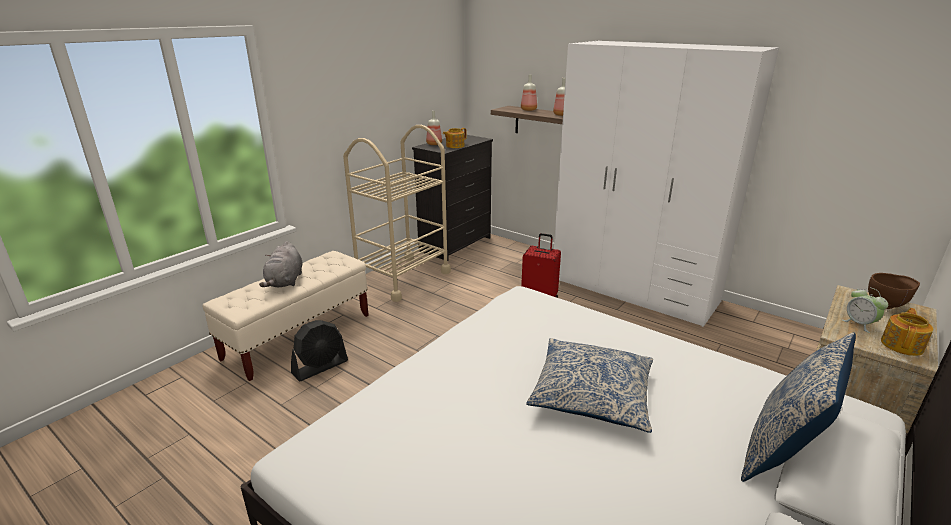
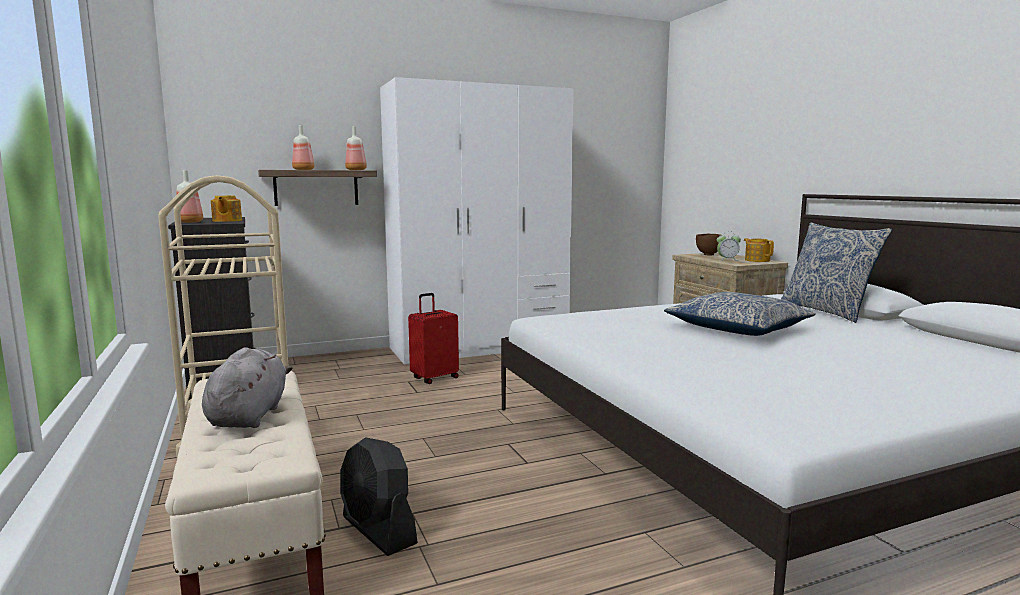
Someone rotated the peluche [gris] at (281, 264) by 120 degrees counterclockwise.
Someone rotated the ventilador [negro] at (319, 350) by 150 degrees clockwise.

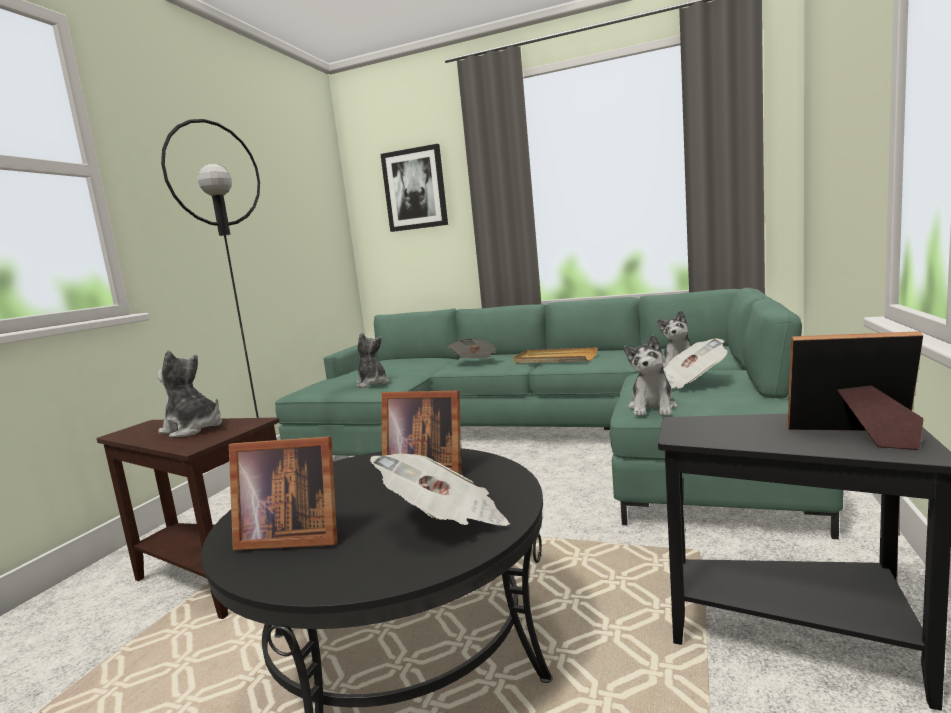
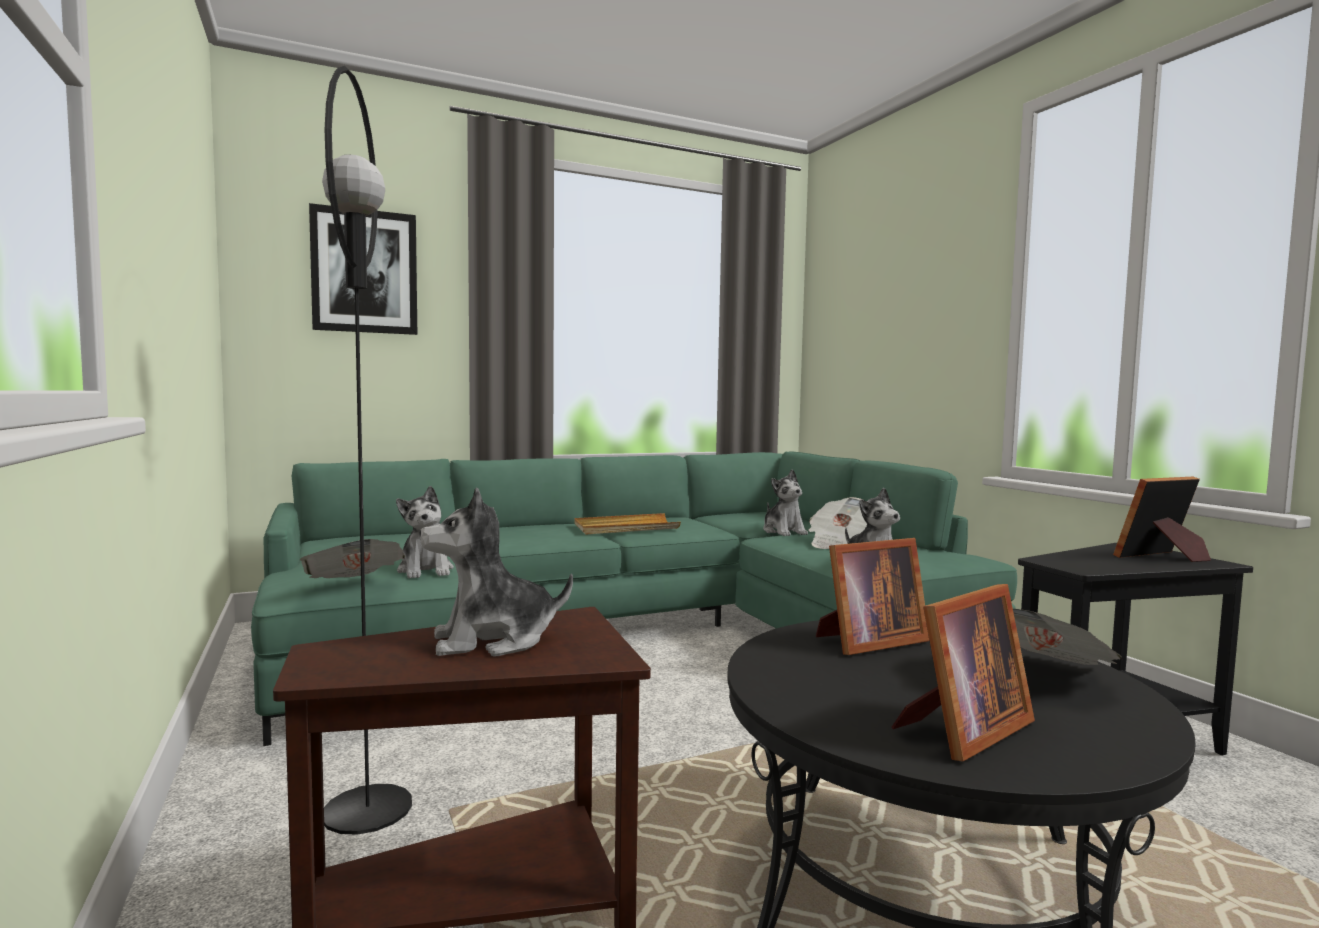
Someone rotated the peluche at (372, 360) by 135 degrees counterclockwise.
Someone carried the periódico from (472, 348) to (353, 558).

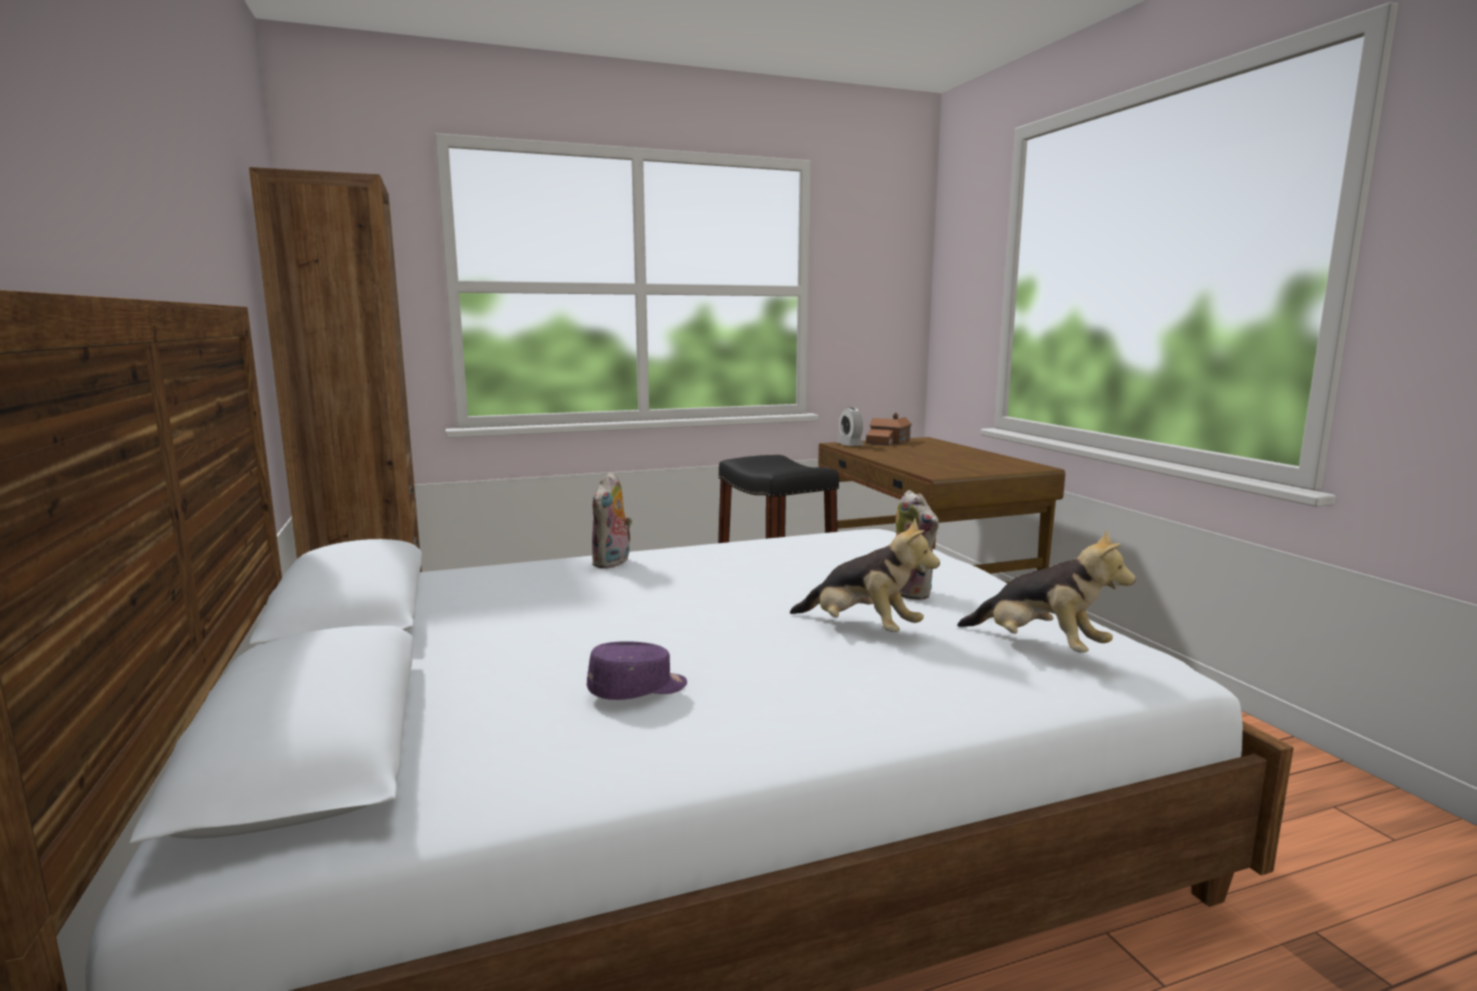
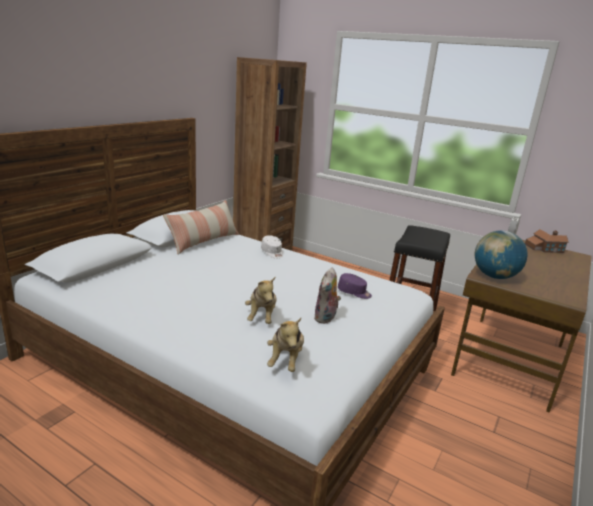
Someone swapped the peluche at (612, 520) for the gorra [blanco] at (272, 246).
Someone carried the gorra [morado] from (637, 670) to (355, 286).
Someone put down the cojín at (201, 227).
Someone put down the globo terráqueo at (501, 254).

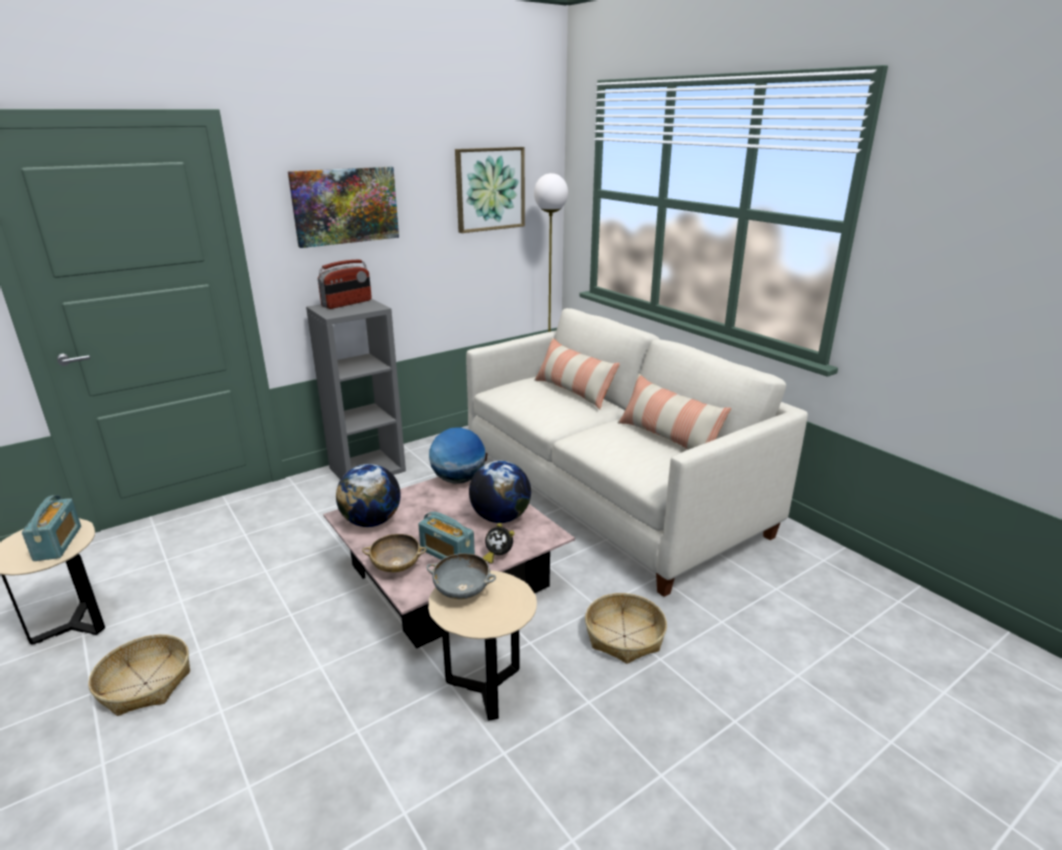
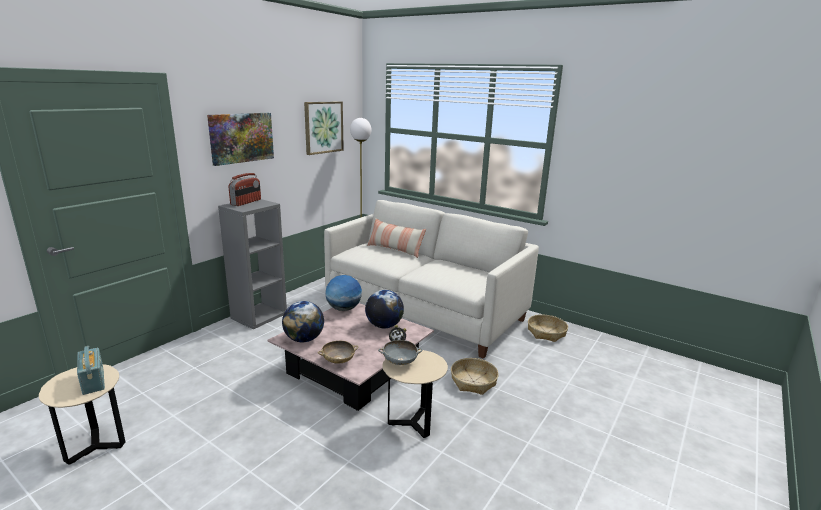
Someone took away the cojín at (674, 412).
Someone took away the radio at (446, 536).
Someone carried the cesta from (139, 675) to (548, 328).

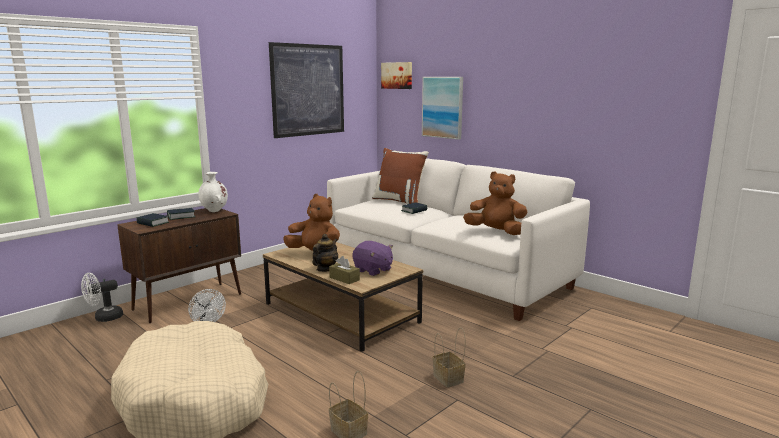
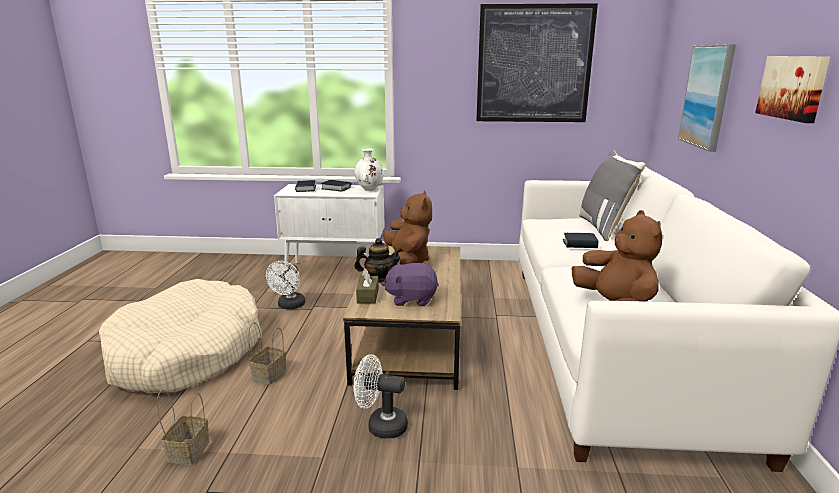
Someone carried the cuadro from (396, 75) to (792, 89).
Someone repainted the cojín [marrón] at (400, 176), which became the cojín [gris] at (612, 195).
Someone repainted the armario [marrón] at (179, 265), which became the armario [blanco] at (329, 225).
Someone rotated the peluche [morado] at (372, 258) by 90 degrees clockwise.
Someone carried the ventilador [blanco] from (102, 297) to (380, 396).
Someone carried the cesta from (449, 357) to (267, 353).

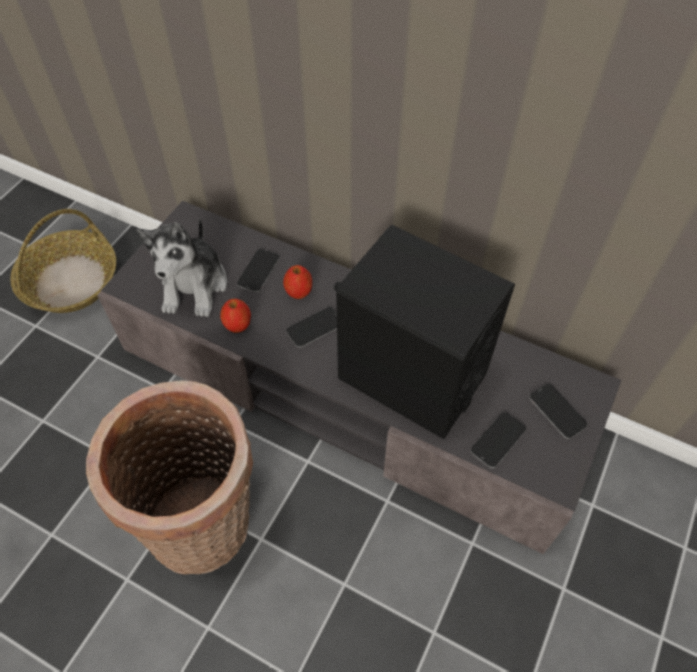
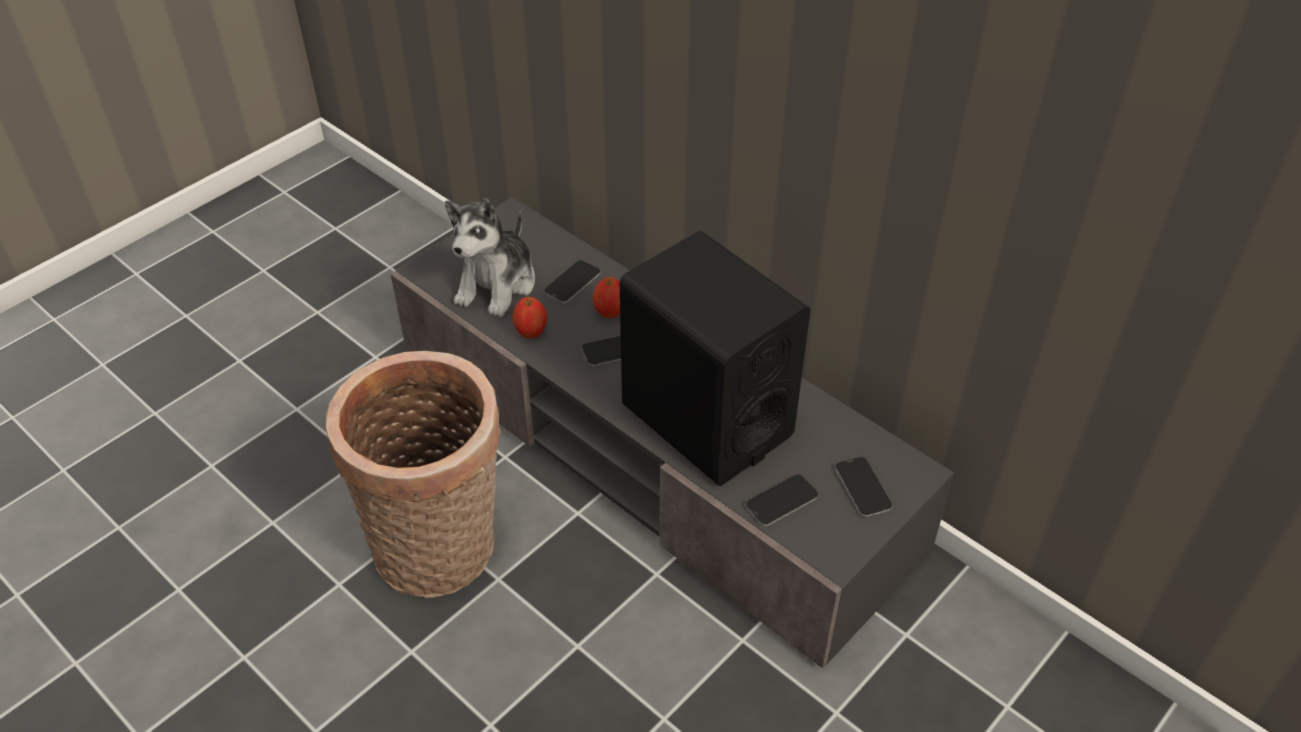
Someone took away the cesta at (63, 261).

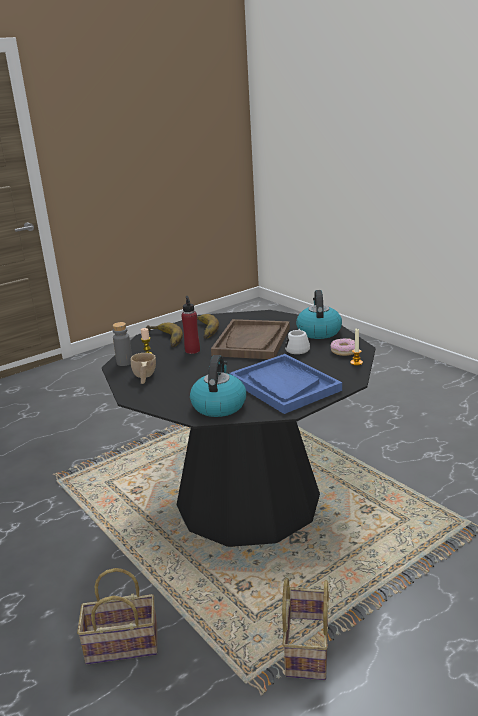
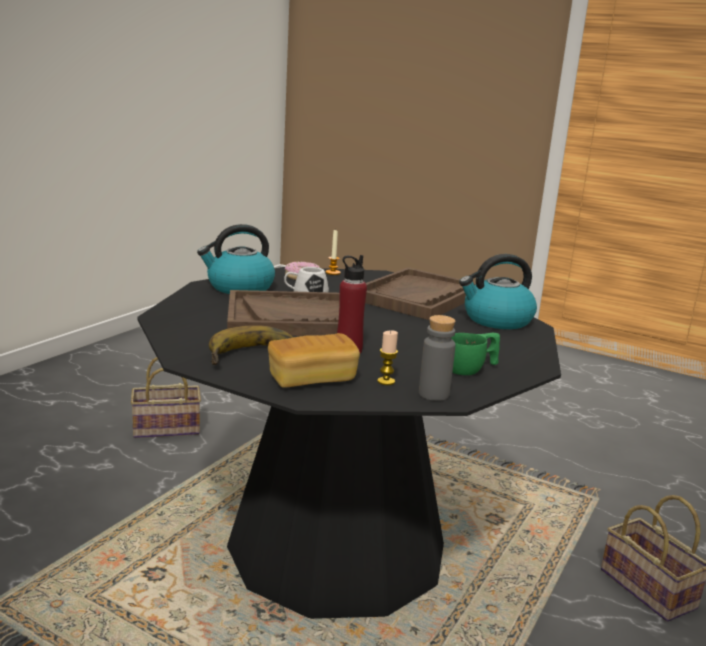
Someone swapped the plátano at (164, 335) for the pan at (314, 360).
Someone repainted the taza [beis] at (143, 368), which became the taza [verde] at (475, 354).
Someone repainted the bandeja [azul] at (285, 384), which became the bandeja [marrón] at (420, 294).
Someone carried the cesta from (305, 629) to (166, 397).

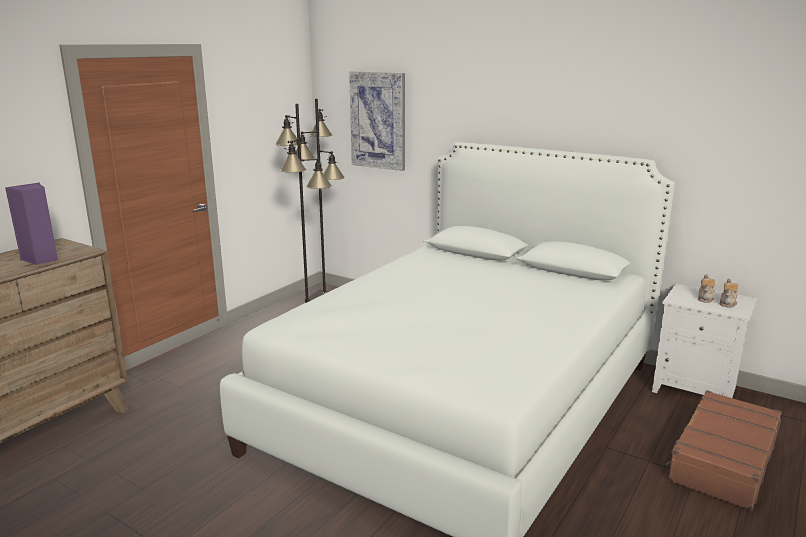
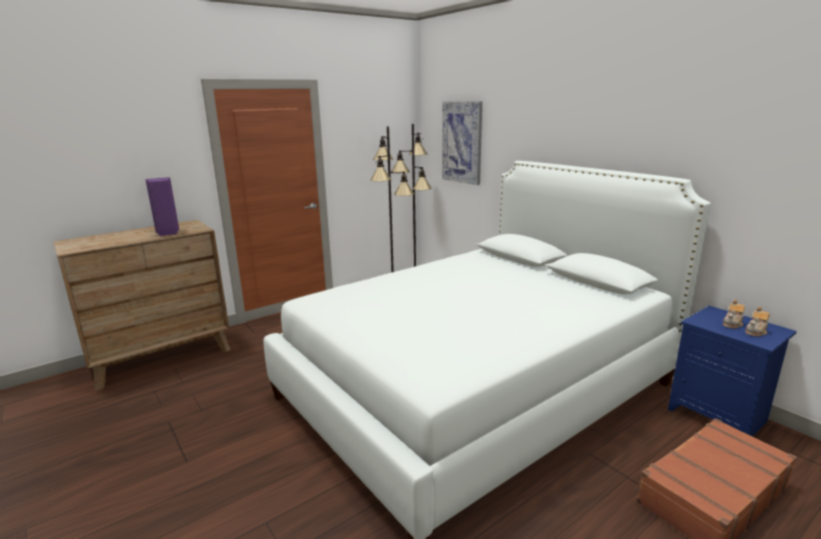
Someone repainted the mesita de noche [blanco] at (704, 340), which became the mesita de noche [azul] at (732, 371).

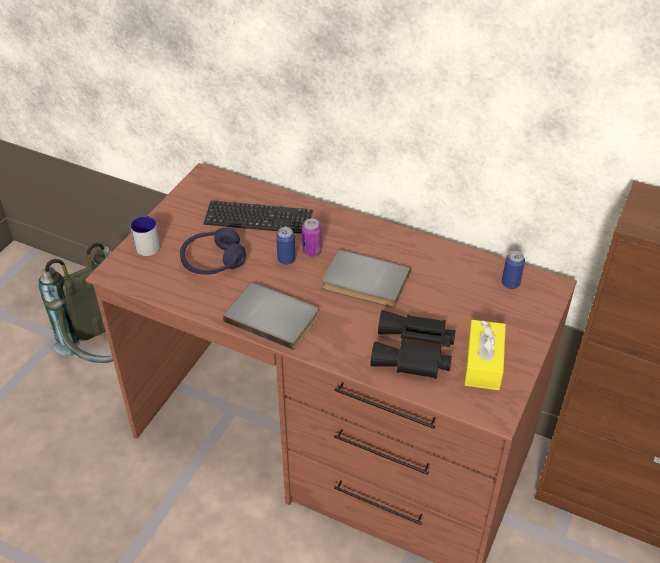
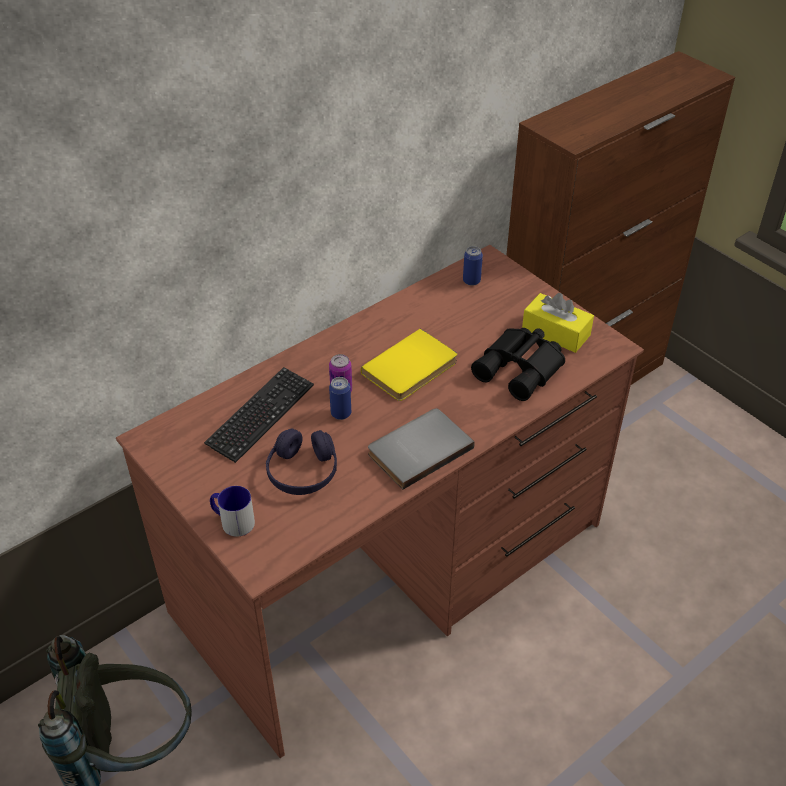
Someone repainted the libro [gris] at (366, 278), which became the libro [amarillo] at (409, 365).

